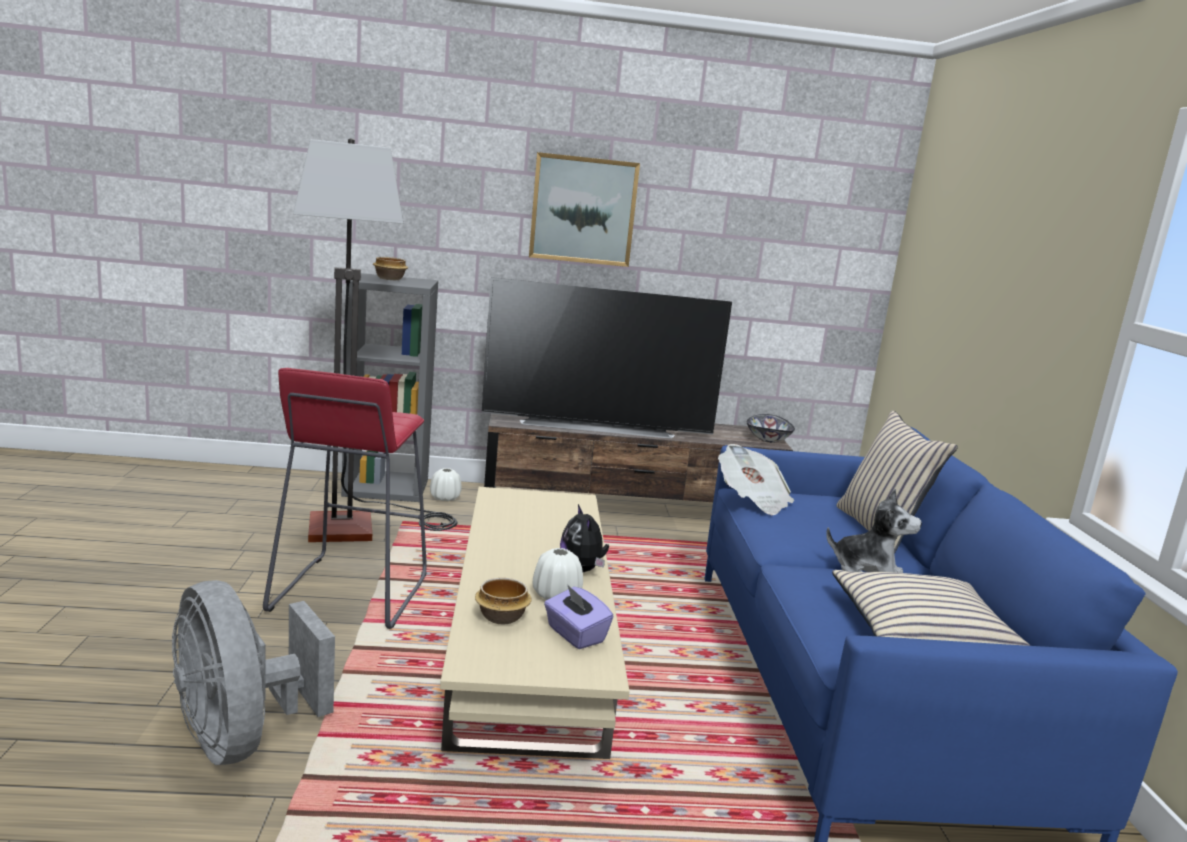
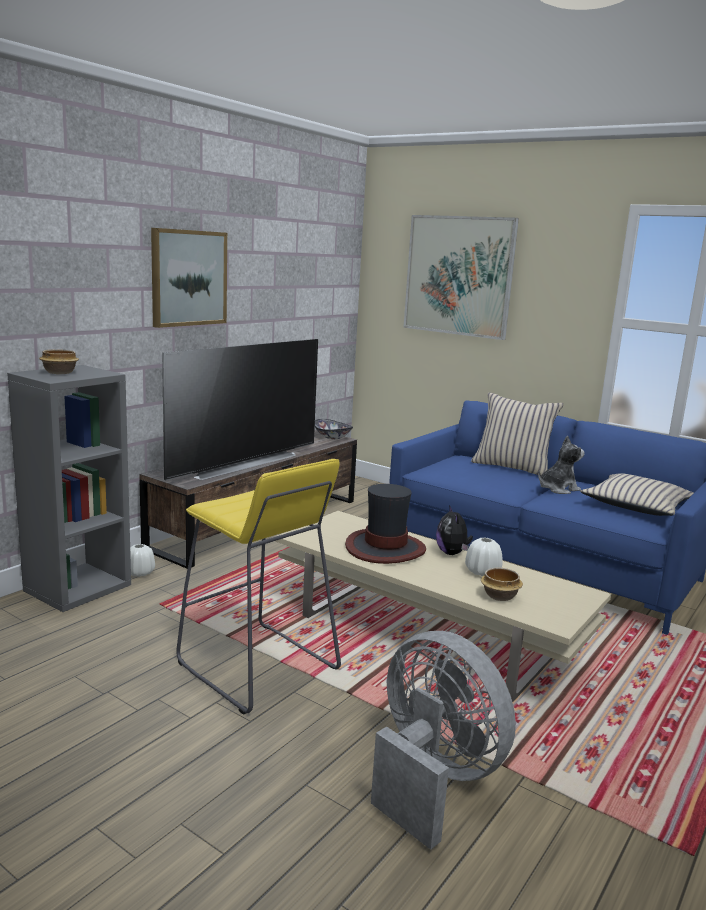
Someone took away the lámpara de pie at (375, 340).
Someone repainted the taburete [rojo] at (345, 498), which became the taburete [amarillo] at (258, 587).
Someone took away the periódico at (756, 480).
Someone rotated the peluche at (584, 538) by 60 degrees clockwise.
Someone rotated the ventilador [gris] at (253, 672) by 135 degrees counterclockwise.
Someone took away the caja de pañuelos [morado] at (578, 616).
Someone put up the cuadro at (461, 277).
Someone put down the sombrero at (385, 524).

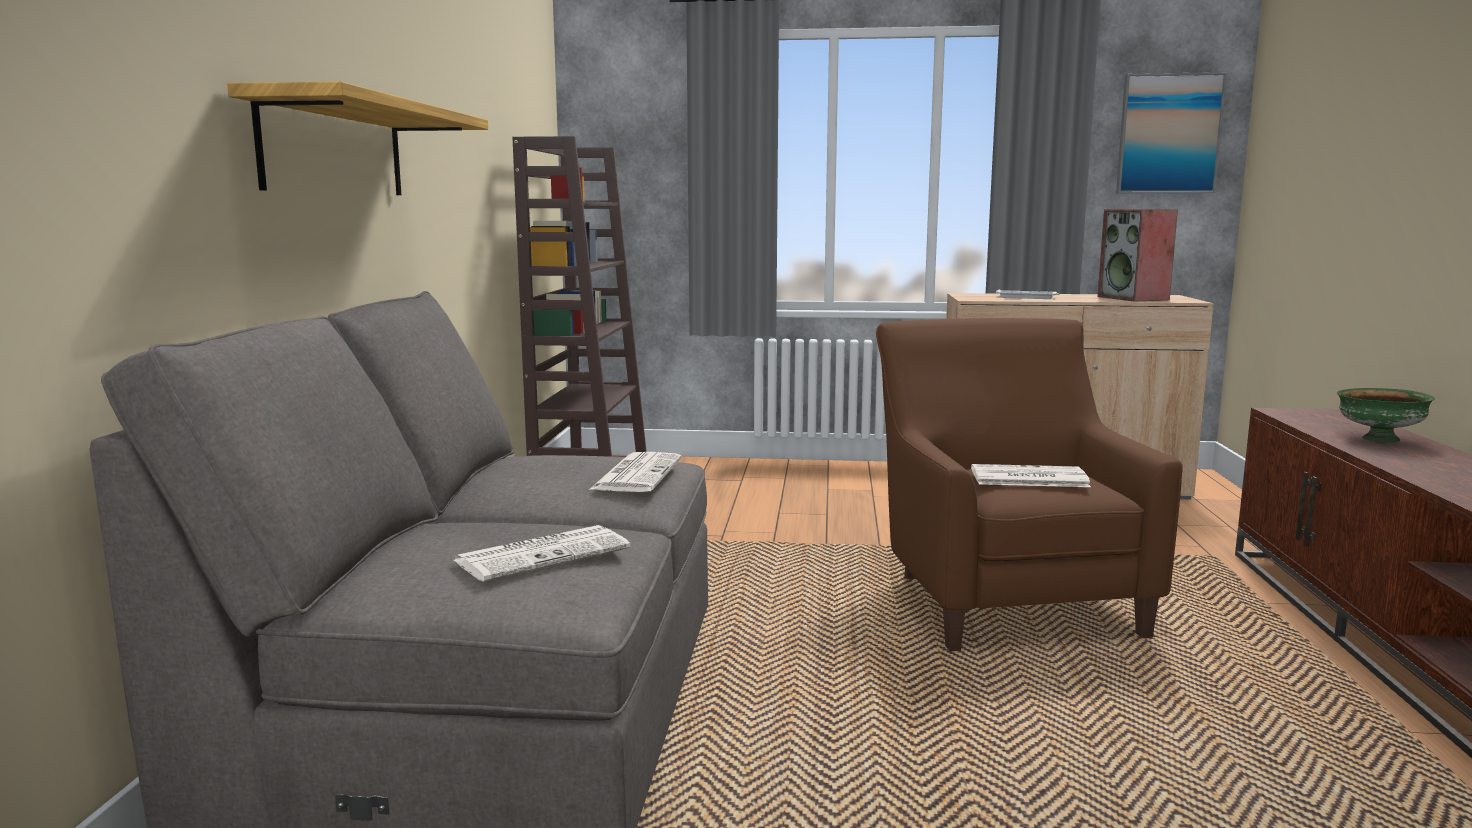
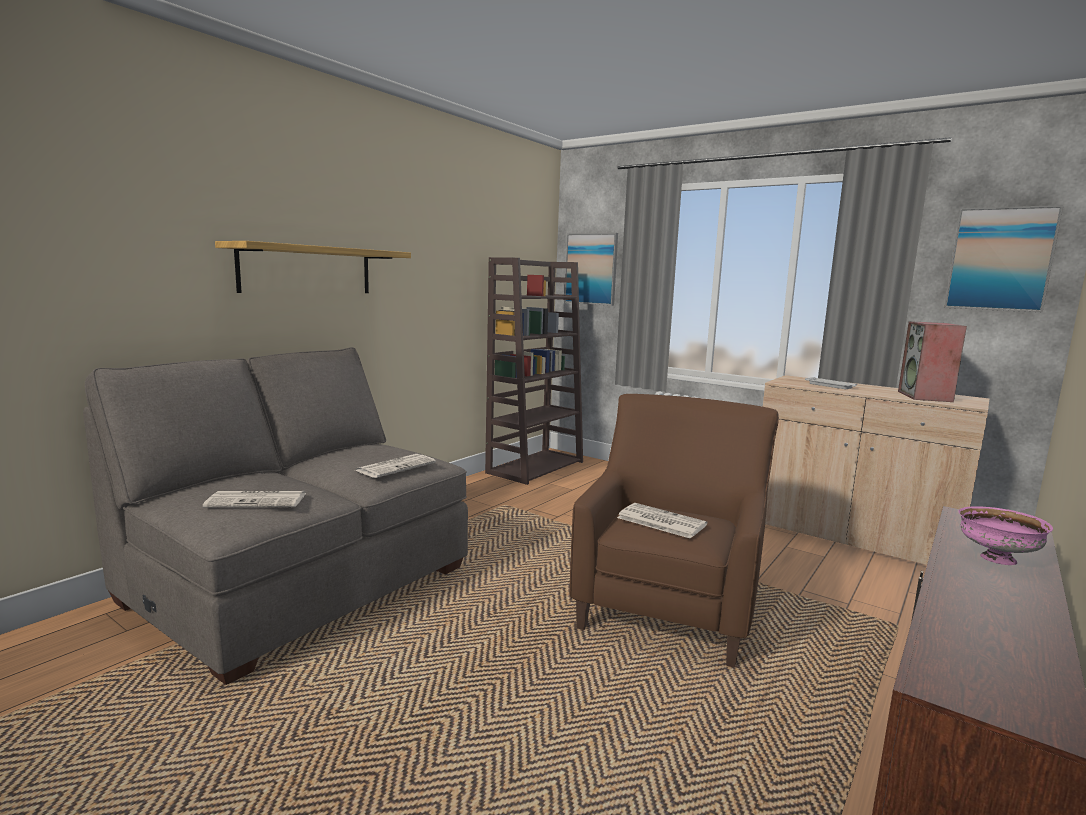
Someone repainted the cuenco [verde] at (1386, 415), which became the cuenco [rosa] at (1005, 535).
Someone put up the cuadro at (591, 269).

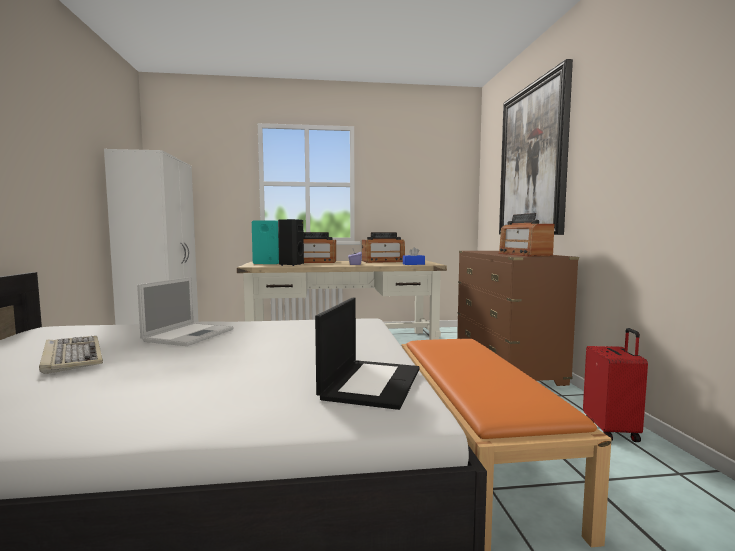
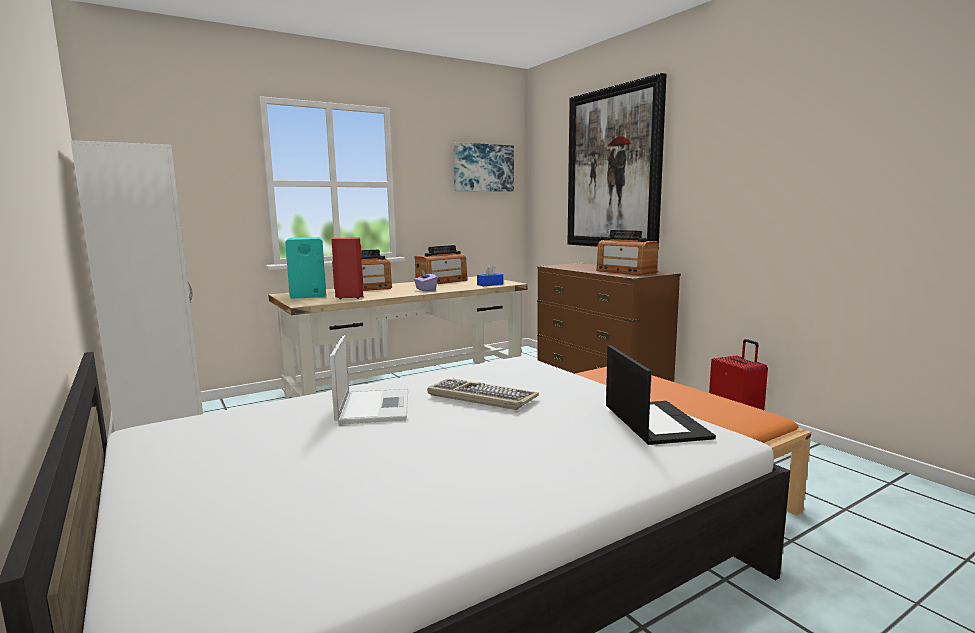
Someone repainted the altavoz [negro] at (291, 242), which became the altavoz [rojo] at (347, 268).
Someone carried the teclado from (71, 355) to (483, 394).
Someone put up the cuadro at (483, 167).

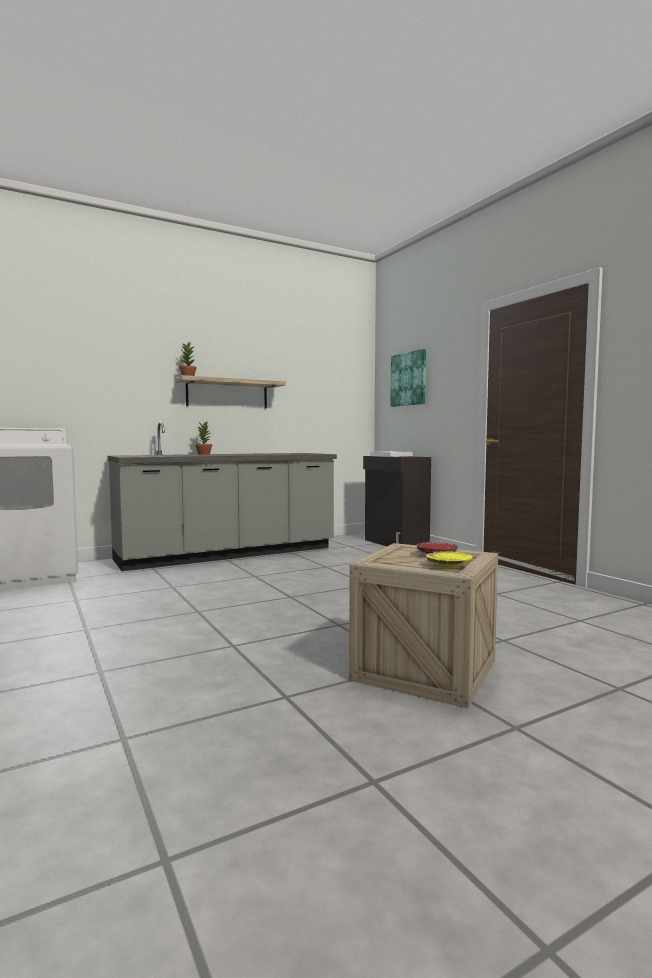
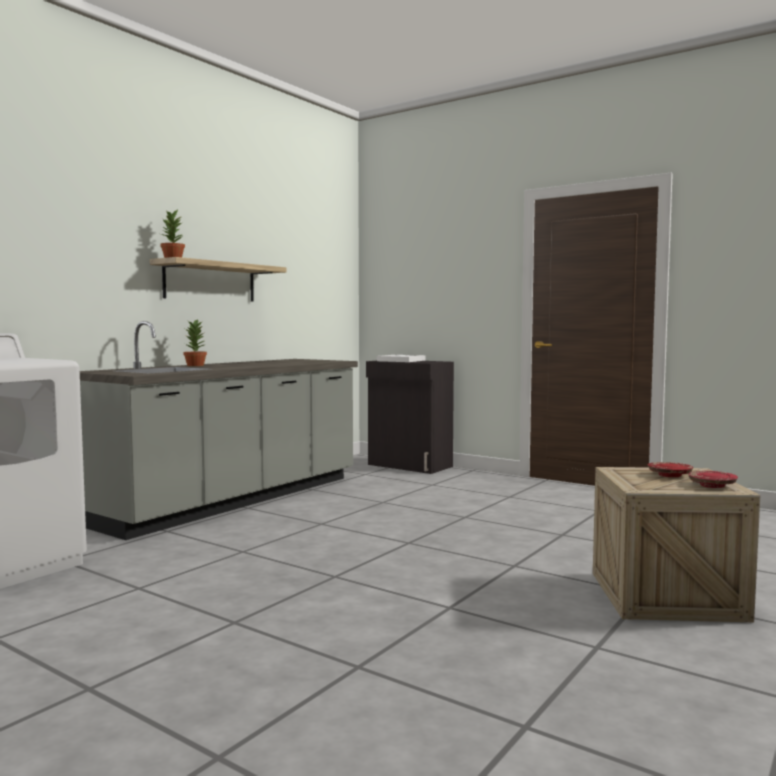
Someone took away the cuadro at (408, 378).
Someone repainted the plato [amarillo] at (449, 559), which became the plato [rojo] at (713, 479).

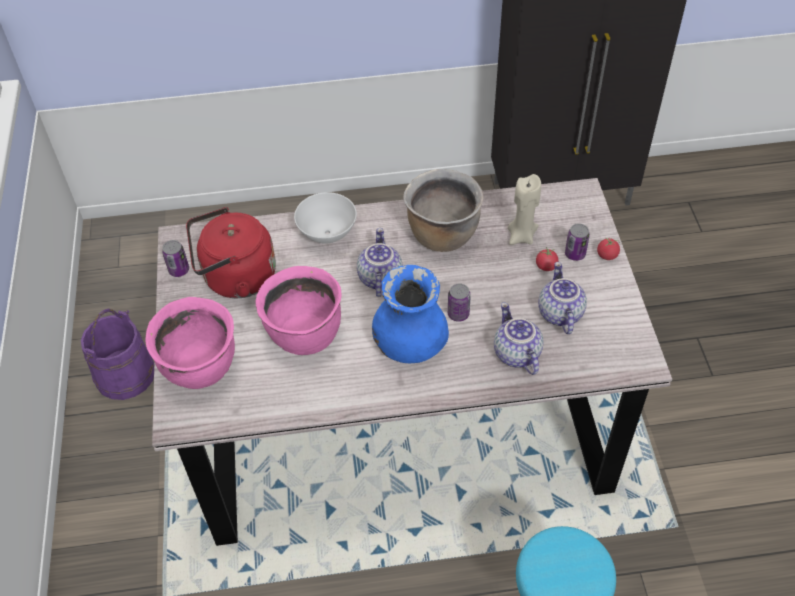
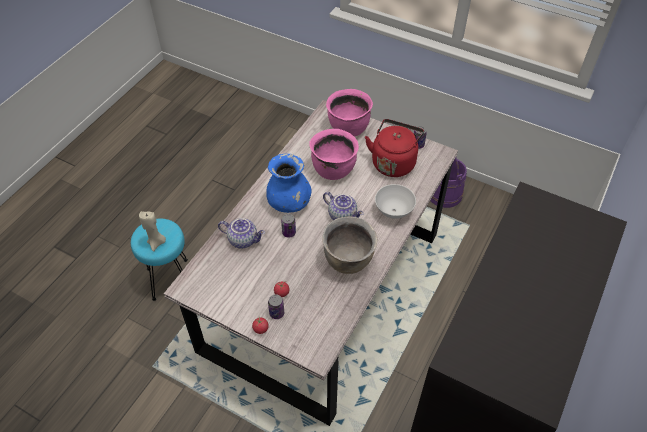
Someone carried the vela [beis] from (524, 209) to (152, 231).
Someone took away the tetera at (562, 298).

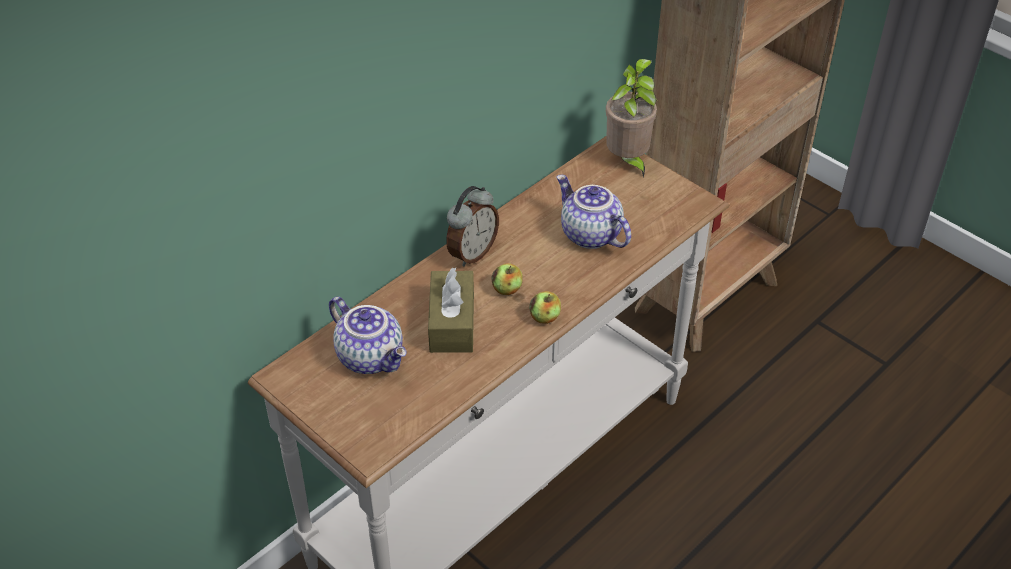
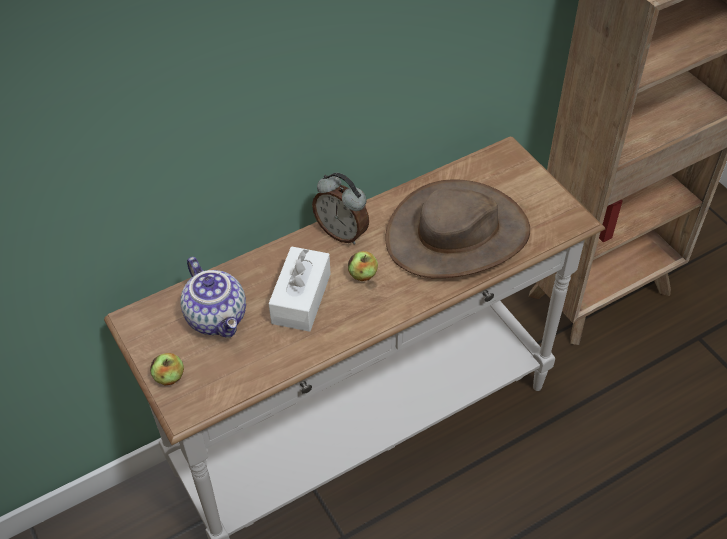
Someone took away the planta en maceta at (632, 118).
Someone swapped the tetera at (593, 212) for the sombrero [marrón] at (457, 229).
Someone rotated the despertador at (472, 226) by 75 degrees clockwise.
Someone repainted the caja de pañuelos [marrón] at (451, 310), which became the caja de pañuelos [blanco] at (300, 289).
Someone carried the manzana from (545, 307) to (167, 369).

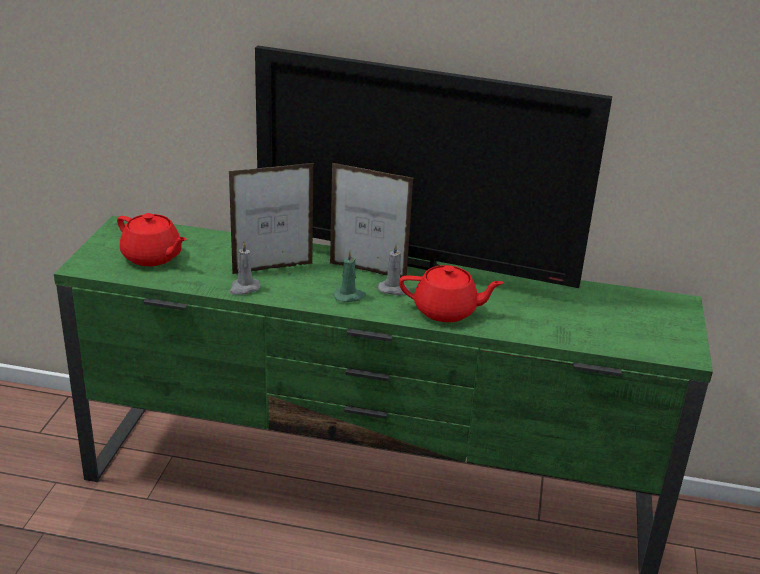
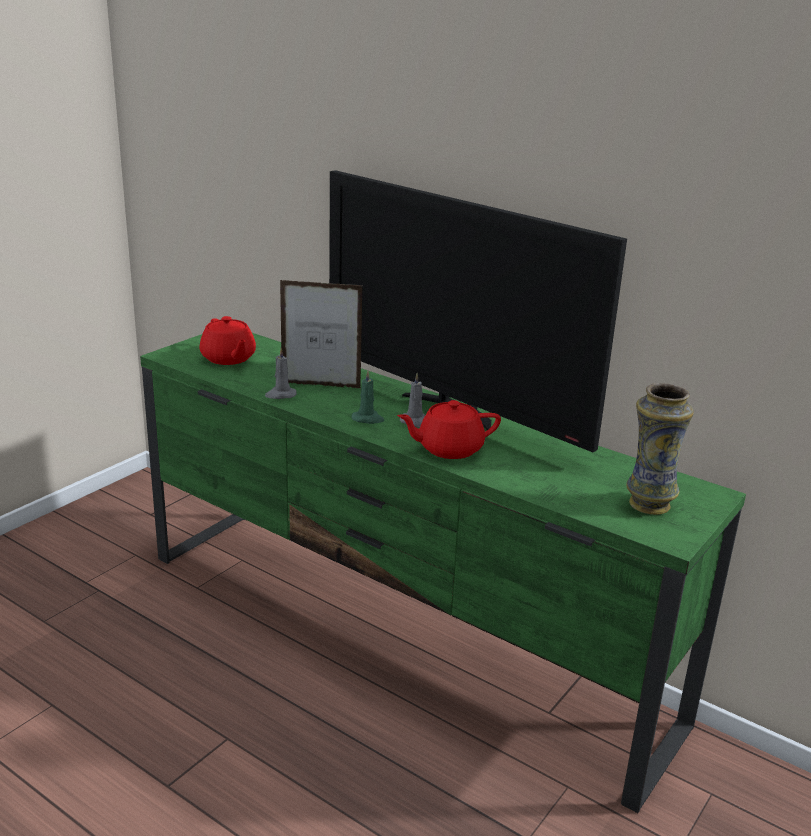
Someone took away the portarretratos at (372, 220).
Someone rotated the tetera [rojo] at (451, 293) by 135 degrees clockwise.
Someone put down the florero at (660, 449).

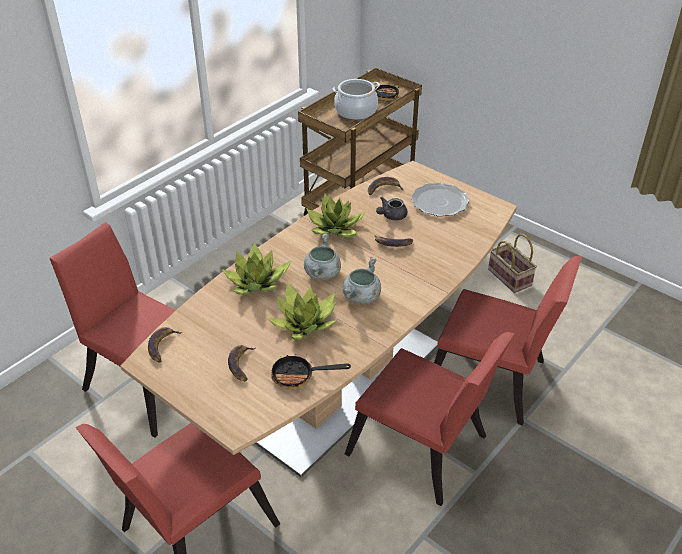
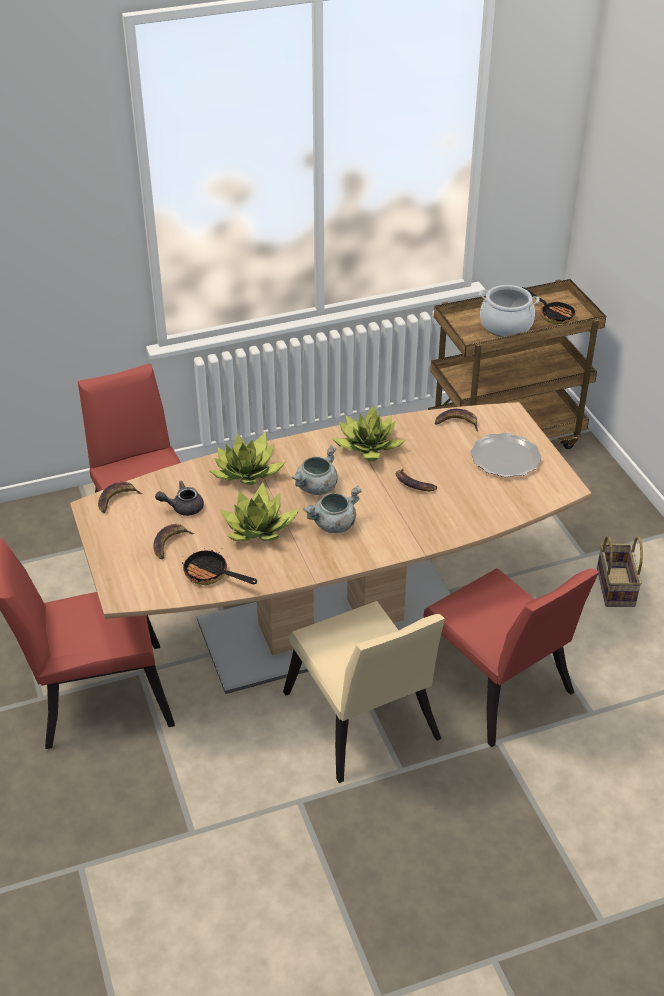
Someone carried the tetera [gris] from (391, 208) to (179, 498).
Someone repainted the silla [rojo] at (429, 419), which became the silla [beis] at (364, 692).

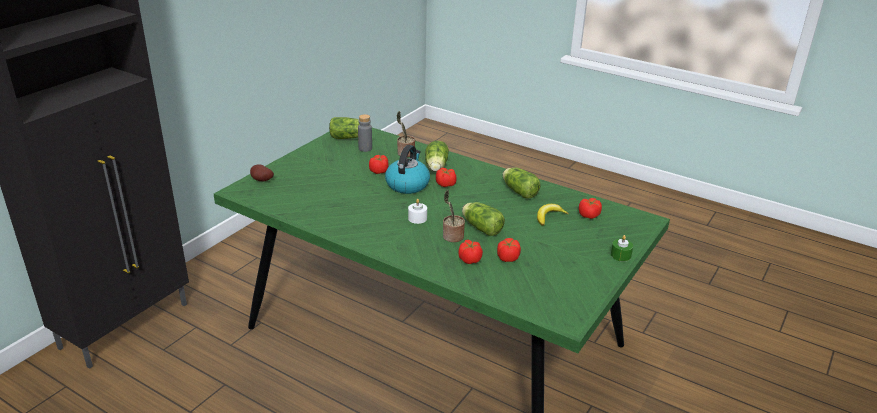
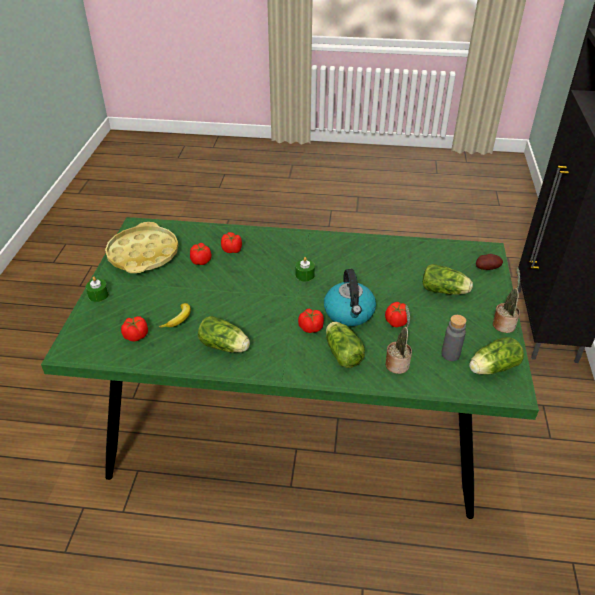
Someone carried the planta en maceta from (454, 216) to (507, 300).
Someone repainted the vela [blanco] at (417, 211), which became the vela [verde] at (305, 269).
Someone carried the lechuga from (483, 219) to (448, 279).
Someone put down the bandeja [amarillo] at (141, 247).

